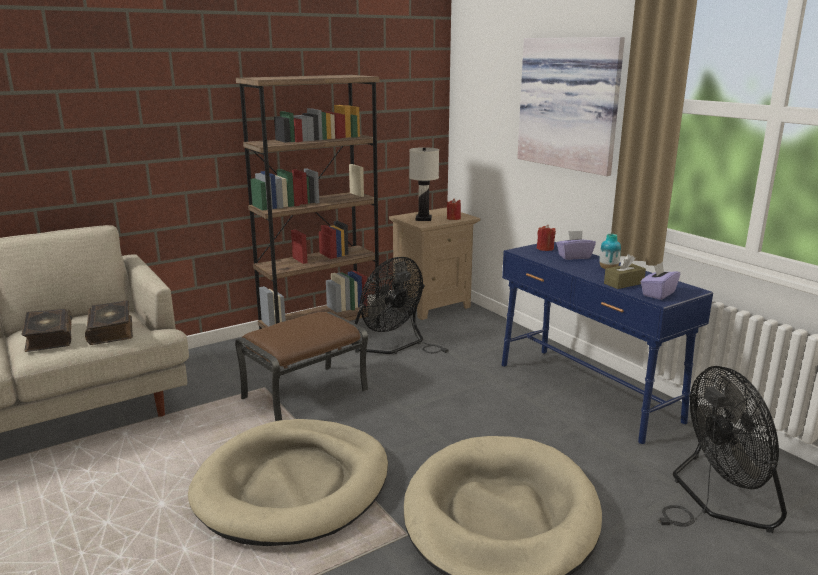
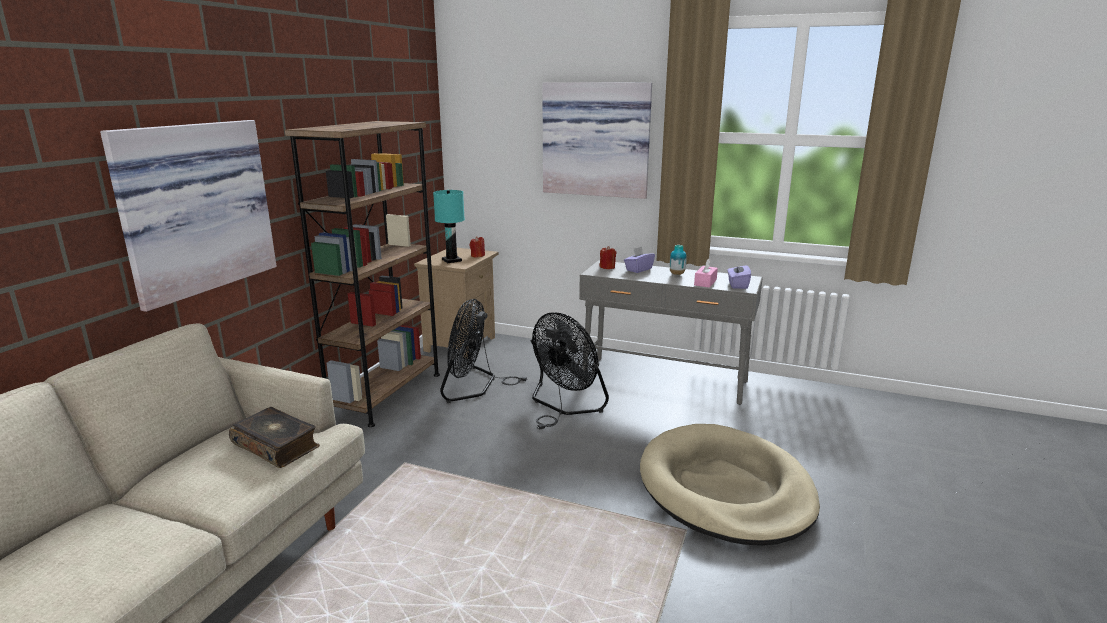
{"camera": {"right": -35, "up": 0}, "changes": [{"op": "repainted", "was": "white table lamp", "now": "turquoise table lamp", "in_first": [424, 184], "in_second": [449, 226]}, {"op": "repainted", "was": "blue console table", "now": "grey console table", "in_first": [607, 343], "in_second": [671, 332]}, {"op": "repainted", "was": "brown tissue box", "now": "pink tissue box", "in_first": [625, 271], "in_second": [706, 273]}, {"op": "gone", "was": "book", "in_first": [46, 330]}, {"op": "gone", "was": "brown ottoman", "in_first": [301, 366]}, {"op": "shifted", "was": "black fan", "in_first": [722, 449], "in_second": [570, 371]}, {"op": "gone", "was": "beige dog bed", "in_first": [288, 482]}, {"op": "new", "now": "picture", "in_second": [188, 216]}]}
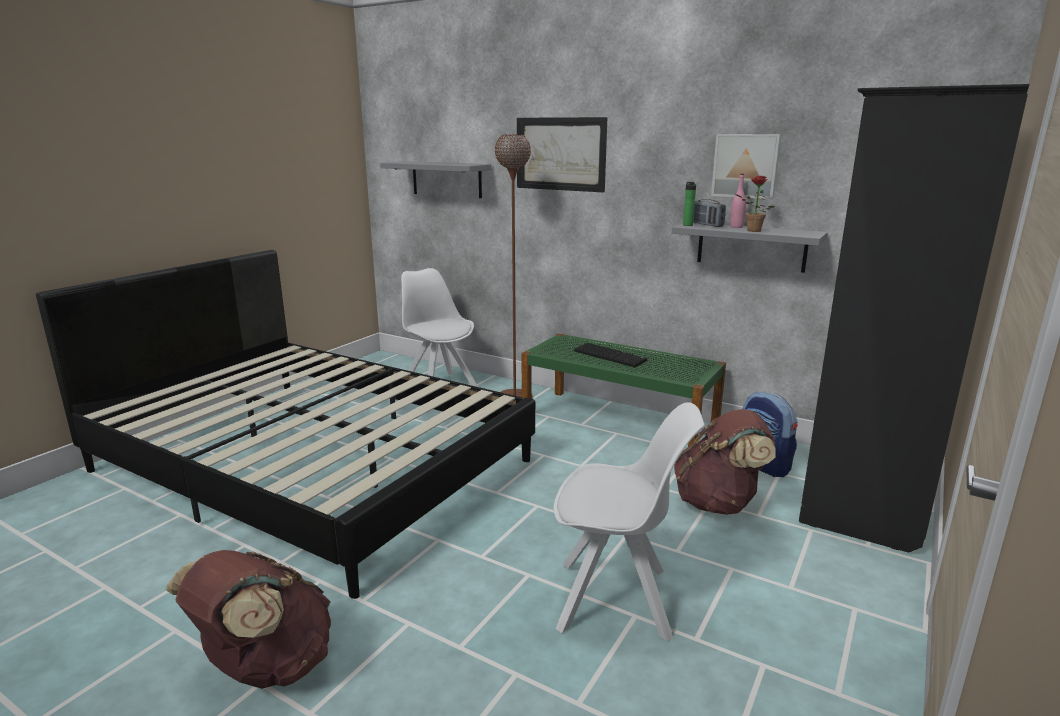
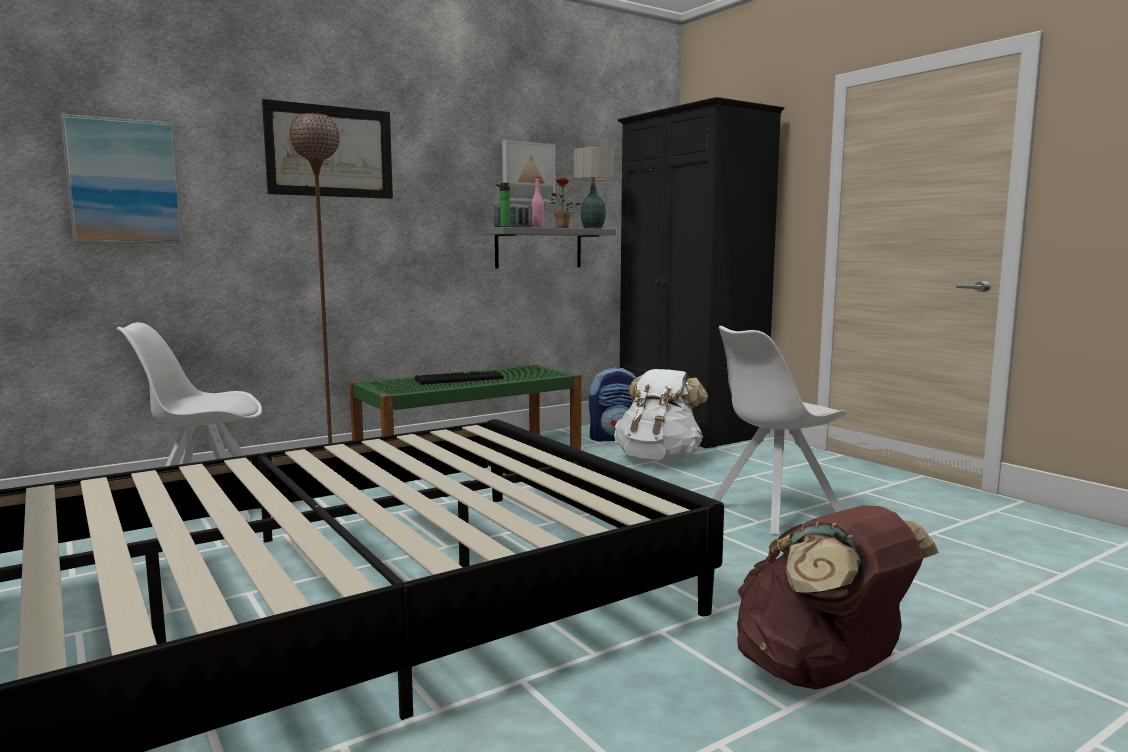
{"camera": {"right": -65, "up": -10}, "changes": [{"op": "swapped", "was": "grey shelf", "now": "picture", "in_first": [436, 179], "in_second": [121, 178]}, {"op": "rotated", "was": "white chair", "in_first": [629, 521], "in_second": [779, 430], "clockwise": -150}, {"op": "repainted", "was": "brown backpack", "now": "white backpack", "in_first": [725, 462], "in_second": [661, 415]}, {"op": "new", "now": "table lamp", "in_second": [594, 188]}]}
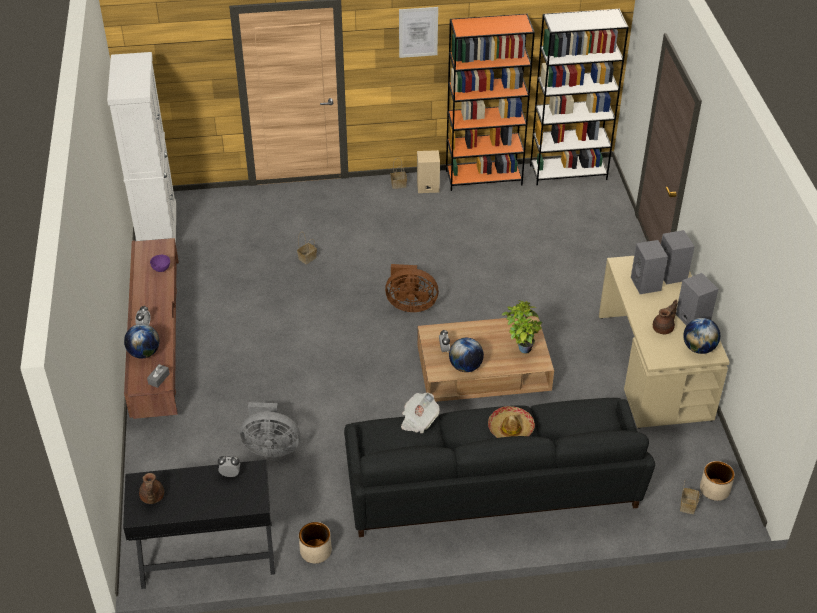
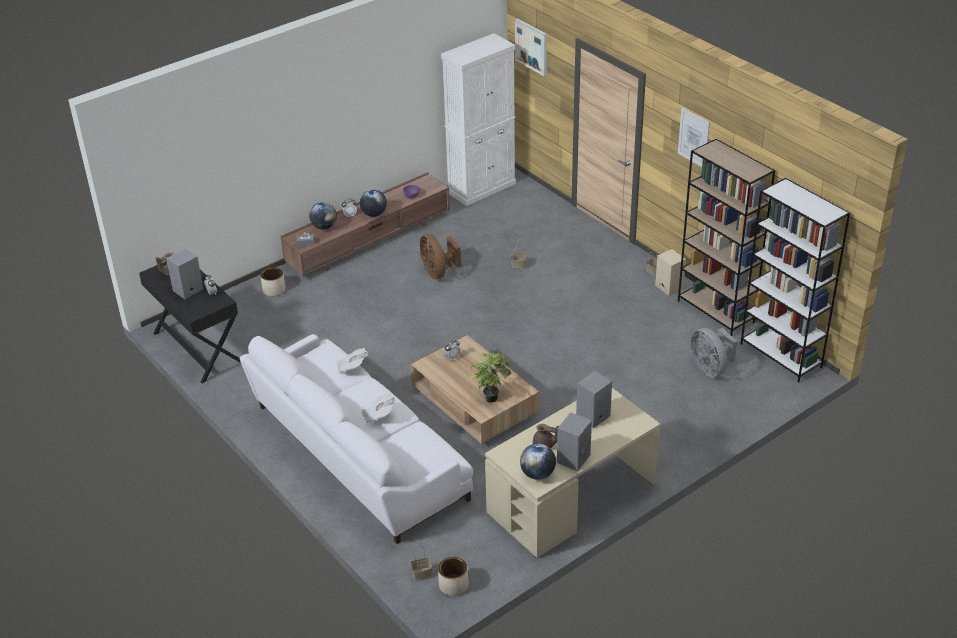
{"camera": {"right": 60, "up": -5}, "changes": [{"op": "repainted", "was": "orange bookcase", "now": "beige bookcase", "in_first": [490, 102], "in_second": [726, 237]}, {"op": "shifted", "was": "grey speaker", "in_first": [678, 257], "in_second": [184, 273]}, {"op": "shifted", "was": "brown fan", "in_first": [412, 288], "in_second": [440, 256]}, {"op": "shifted", "was": "globe", "in_first": [466, 355], "in_second": [373, 203]}, {"op": "repainted", "was": "black sofa", "now": "white sofa", "in_first": [499, 467], "in_second": [356, 439]}, {"op": "shifted", "was": "grey fan", "in_first": [270, 429], "in_second": [714, 352]}, {"op": "swapped", "was": "hat", "now": "newspaper", "in_first": [511, 422], "in_second": [378, 408]}, {"op": "shifted", "was": "beige planter", "in_first": [315, 542], "in_second": [273, 281]}, {"op": "new", "now": "picture", "in_second": [531, 47]}]}
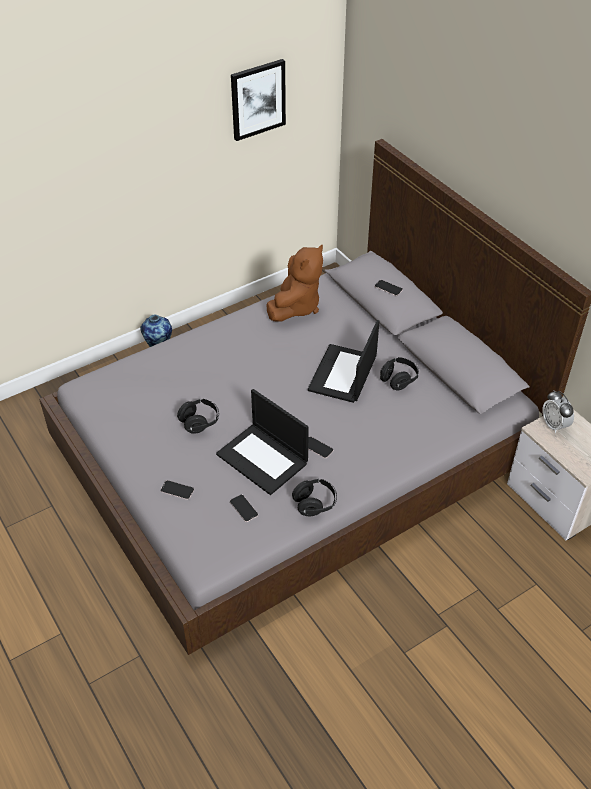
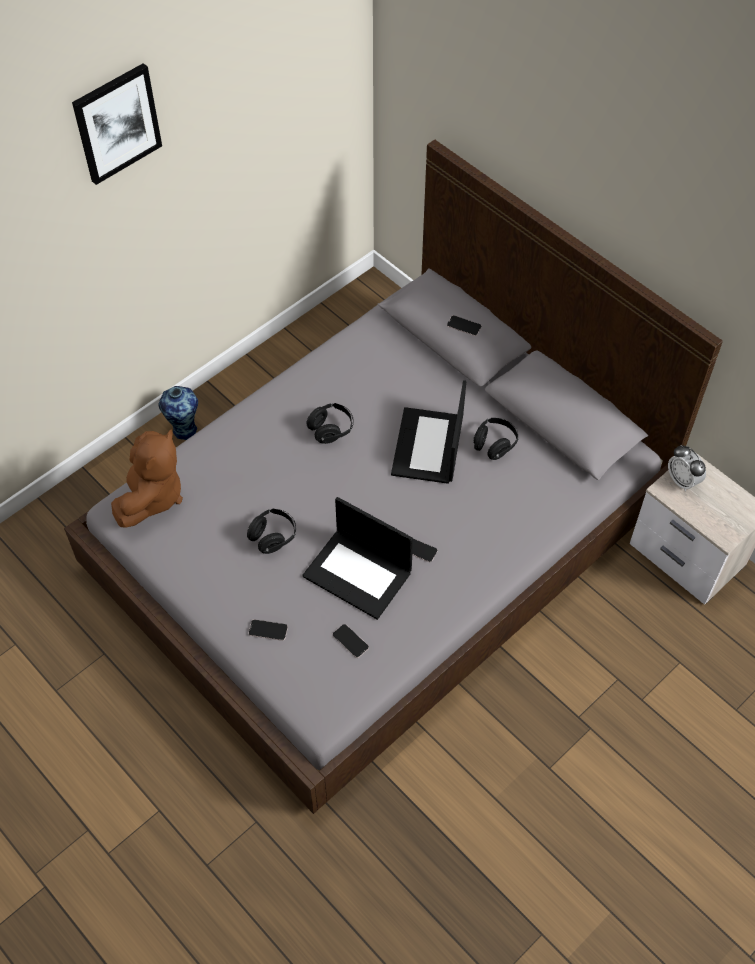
{"camera": {"right": -10, "up": 10}, "changes": [{"op": "shifted", "was": "picture", "in_first": [258, 100], "in_second": [117, 124]}, {"op": "shifted", "was": "brown plush toy", "in_first": [295, 283], "in_second": [147, 478]}, {"op": "shifted", "was": "black headphones", "in_first": [314, 497], "in_second": [330, 423]}]}
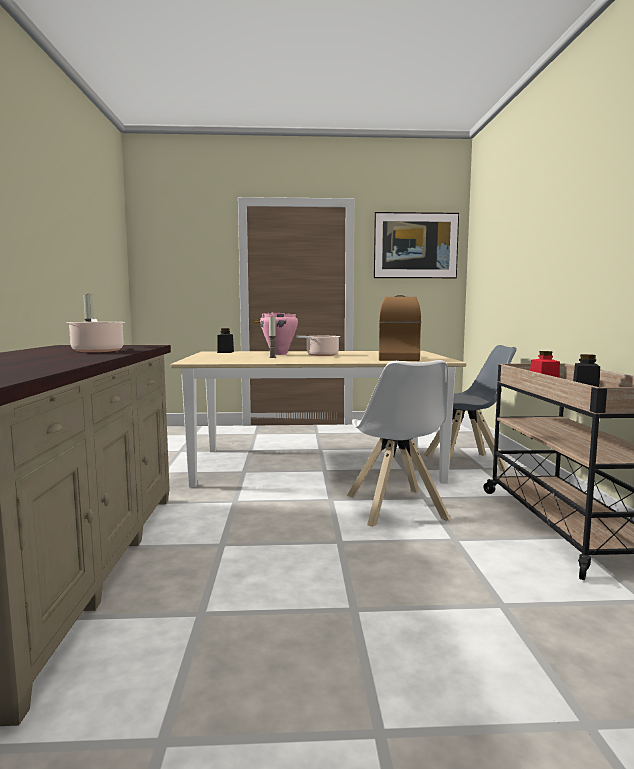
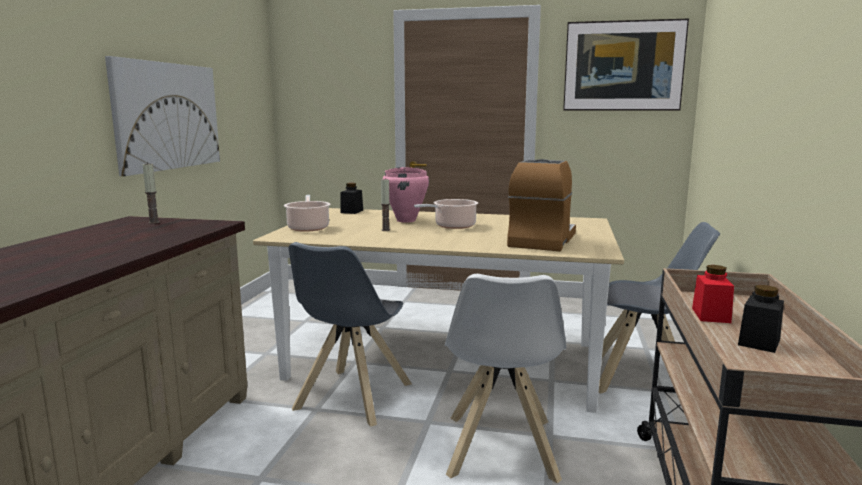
{"camera": {"right": 15, "up": 5}, "changes": [{"op": "shifted", "was": "cooking pot", "in_first": [95, 335], "in_second": [307, 213]}, {"op": "new", "now": "picture", "in_second": [162, 116]}, {"op": "new", "now": "grey chair", "in_second": [350, 334]}]}
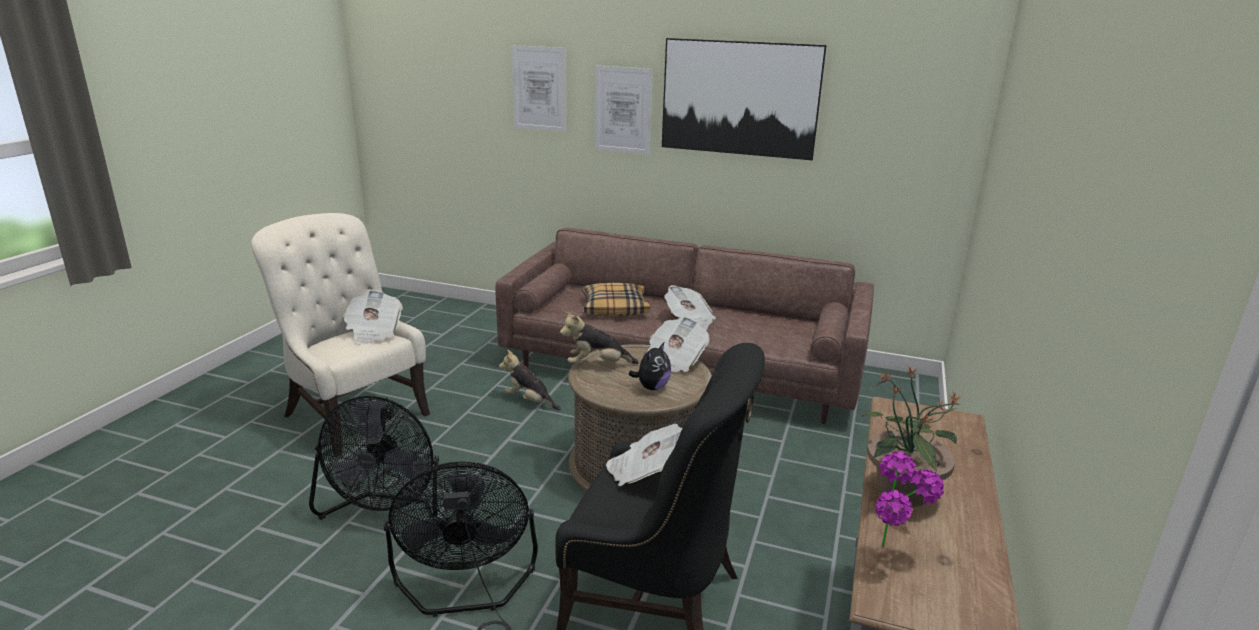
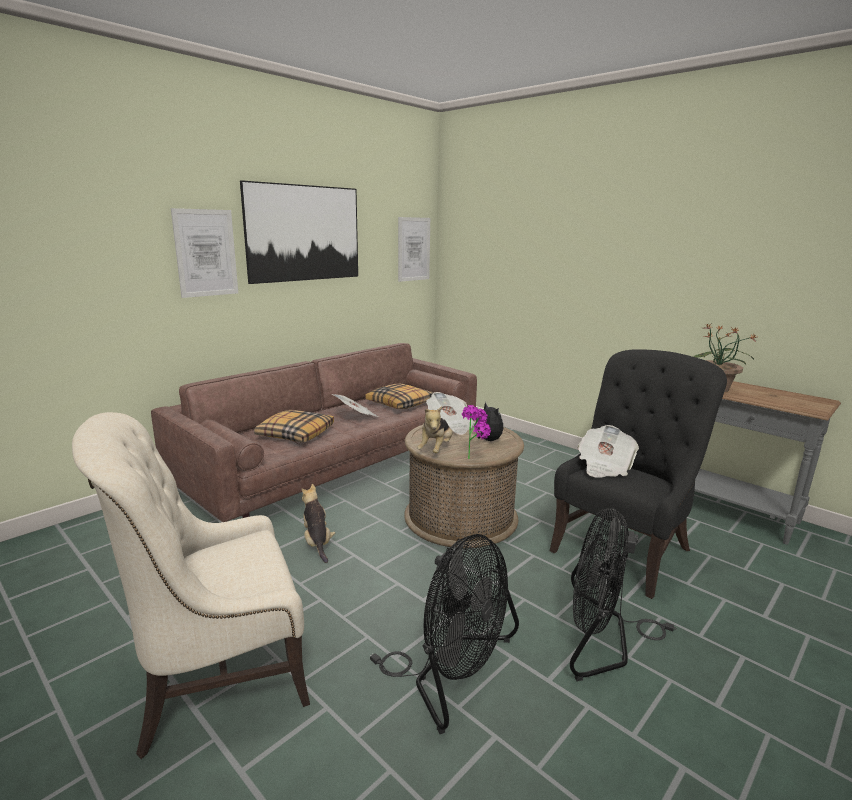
{"camera": {"right": -65, "up": -5}, "changes": [{"op": "shifted", "was": "picture", "in_first": [538, 88], "in_second": [414, 249]}, {"op": "gone", "was": "newspaper", "in_first": [373, 317]}, {"op": "rotated", "was": "plush toy", "in_first": [530, 380], "in_second": [318, 523], "clockwise": 105}, {"op": "shifted", "was": "potted plant", "in_first": [909, 498], "in_second": [476, 432]}, {"op": "new", "now": "pillow", "in_second": [399, 396]}]}
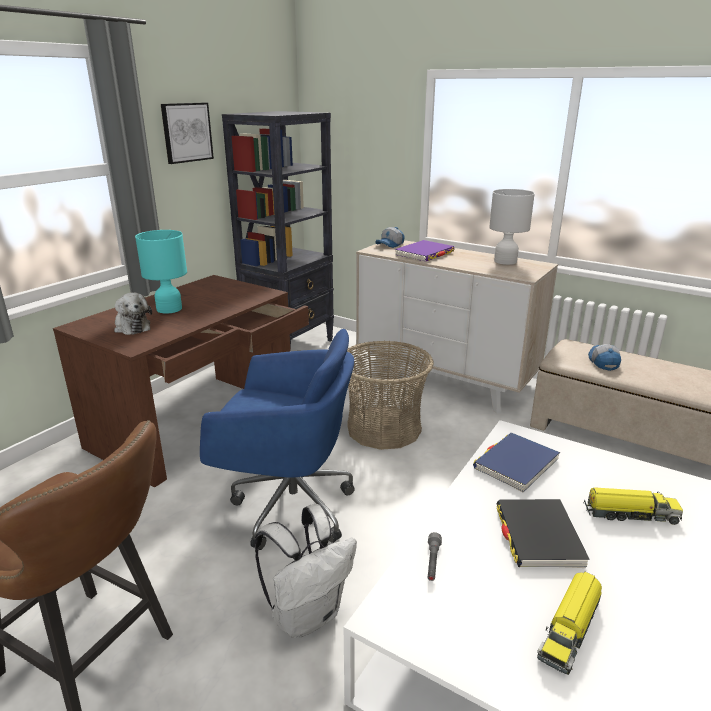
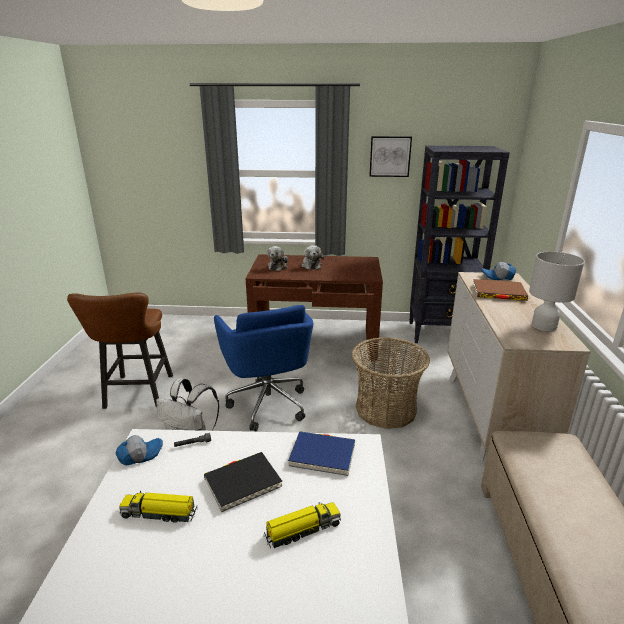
{"camera": {"right": 60, "up": 0}, "changes": [{"op": "swapped", "was": "turquoise table lamp", "now": "plush toy", "in_first": [161, 272], "in_second": [312, 257]}, {"op": "repainted", "was": "purple book", "now": "brown book", "in_first": [425, 250], "in_second": [500, 290]}, {"op": "shifted", "was": "cap", "in_first": [604, 357], "in_second": [139, 450]}, {"op": "rotated", "was": "toy truck", "in_first": [633, 506], "in_second": [302, 525], "clockwise": -90}]}
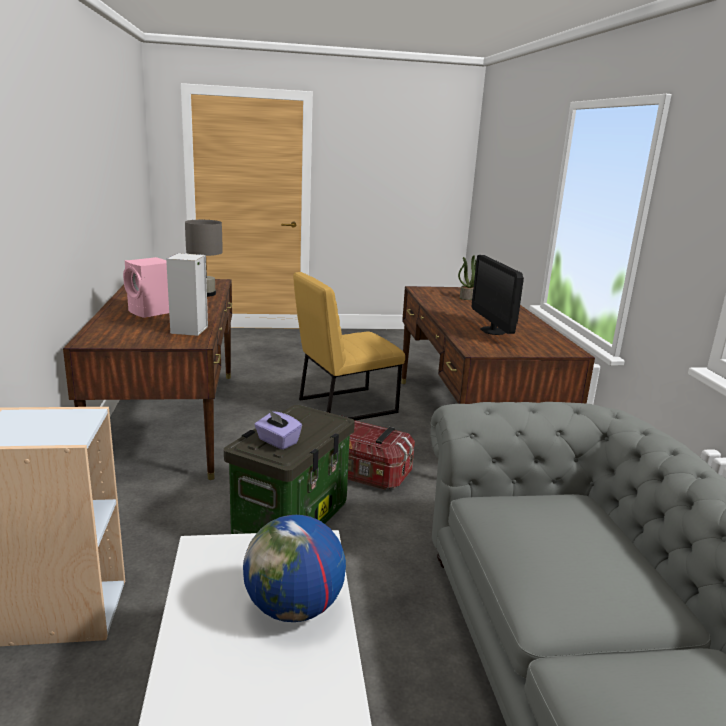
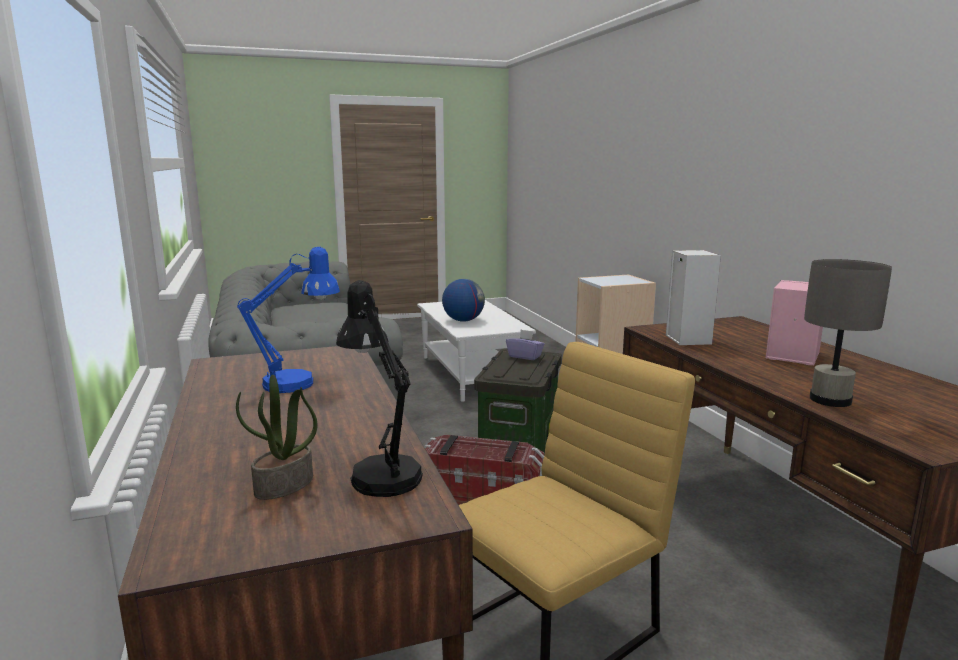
{"camera": {"right": 170, "up": -5}, "changes": [{"op": "swapped", "was": "monitor", "now": "blue table lamp", "in_first": [498, 295], "in_second": [288, 320]}, {"op": "new", "now": "black table lamp", "in_second": [379, 388]}]}
